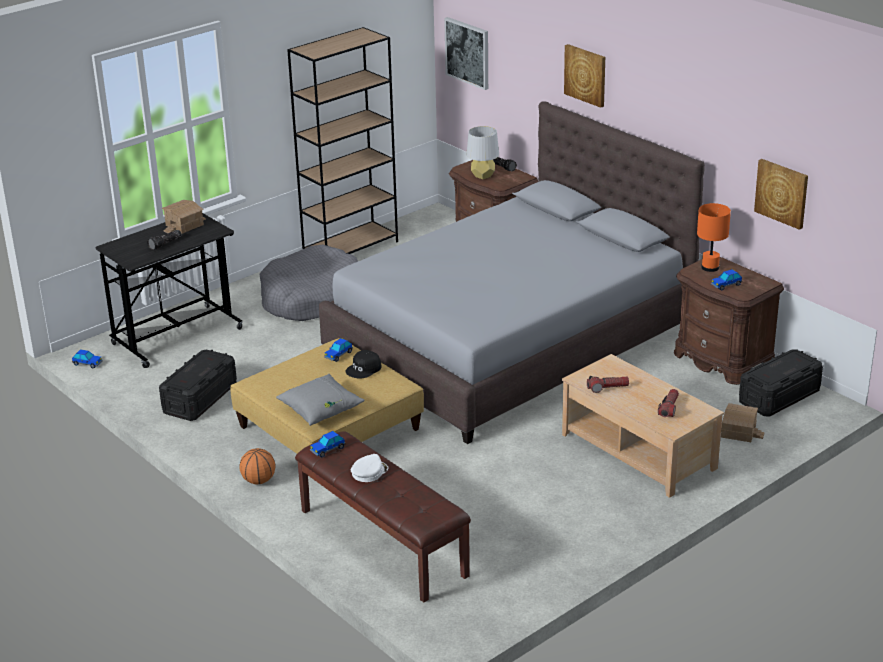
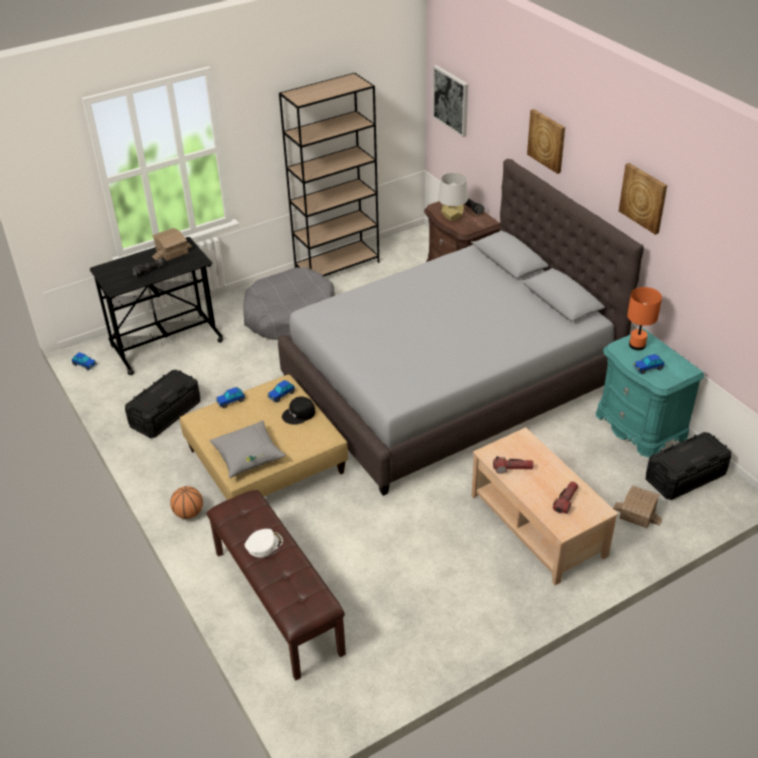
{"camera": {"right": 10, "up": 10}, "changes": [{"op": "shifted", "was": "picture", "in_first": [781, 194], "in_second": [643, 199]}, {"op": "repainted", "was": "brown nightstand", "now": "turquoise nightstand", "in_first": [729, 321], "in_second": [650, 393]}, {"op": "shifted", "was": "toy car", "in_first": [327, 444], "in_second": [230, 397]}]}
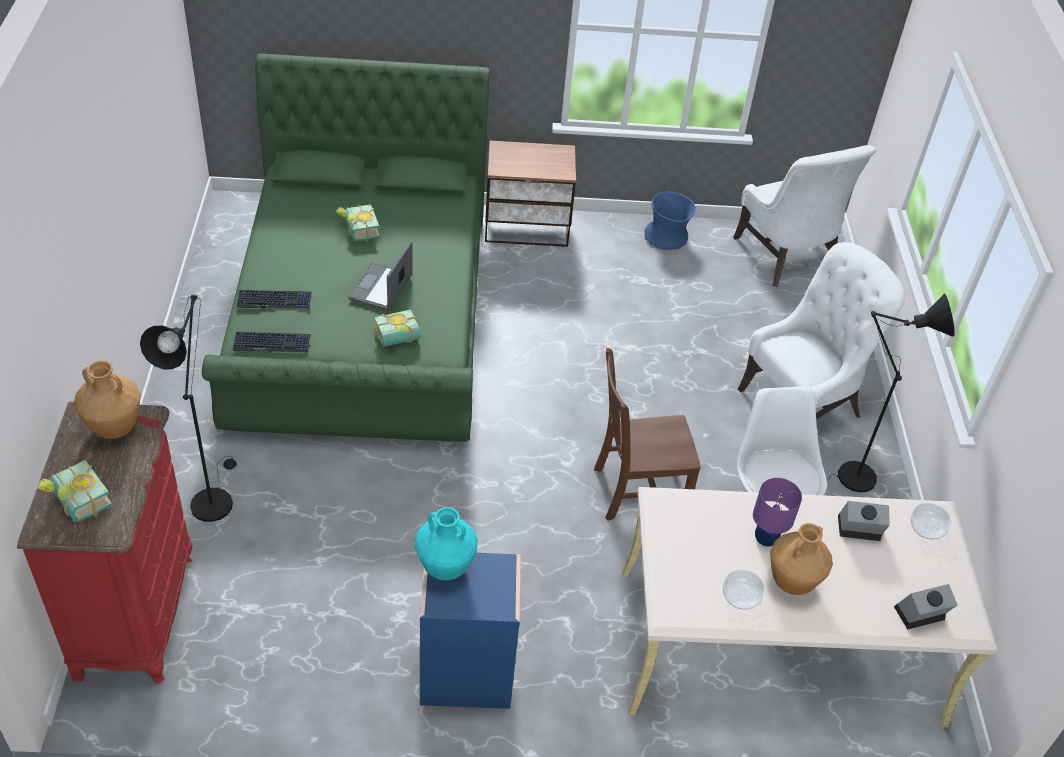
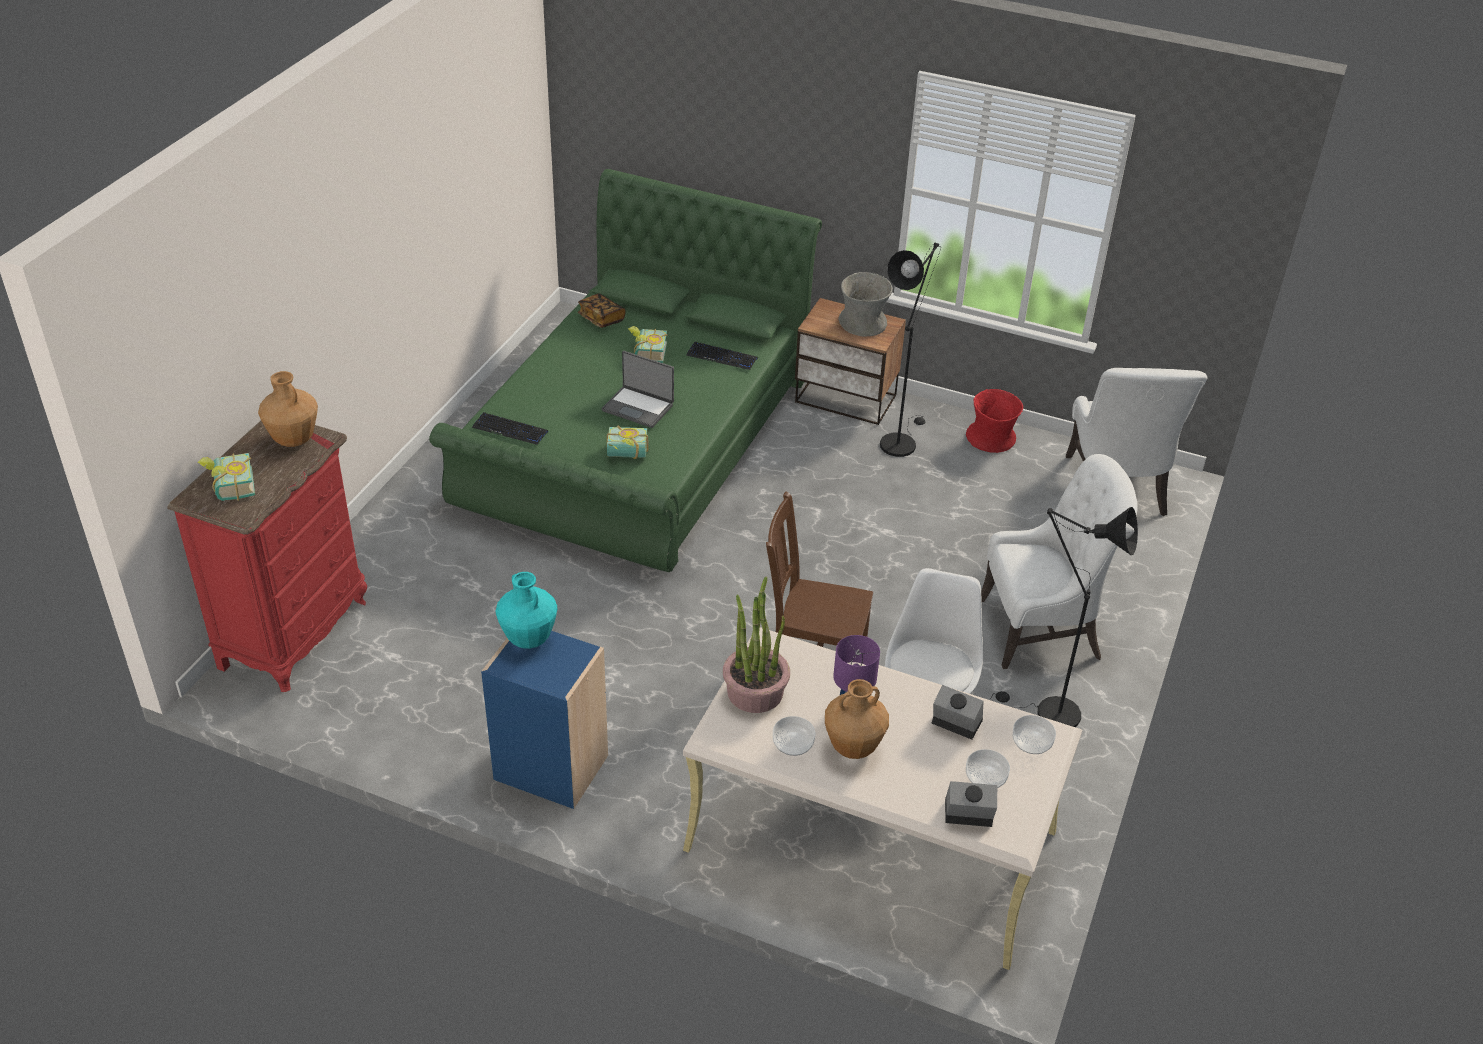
{"camera": {"right": 25, "up": -5}, "changes": [{"op": "repainted", "was": "blue vase", "now": "red vase", "in_first": [670, 220], "in_second": [994, 421]}, {"op": "rotated", "was": "laptop", "in_first": [380, 276], "in_second": [638, 389], "clockwise": -105}, {"op": "shifted", "was": "keyboard", "in_first": [274, 299], "in_second": [722, 356]}, {"op": "shifted", "was": "black floor lamp", "in_first": [188, 408], "in_second": [910, 350]}, {"op": "new", "now": "grey vase", "in_second": [865, 304]}, {"op": "new", "now": "book", "in_second": [602, 310]}, {"op": "new", "now": "potted plant", "in_second": [756, 645]}, {"op": "new", "now": "bowl", "in_second": [988, 768]}]}
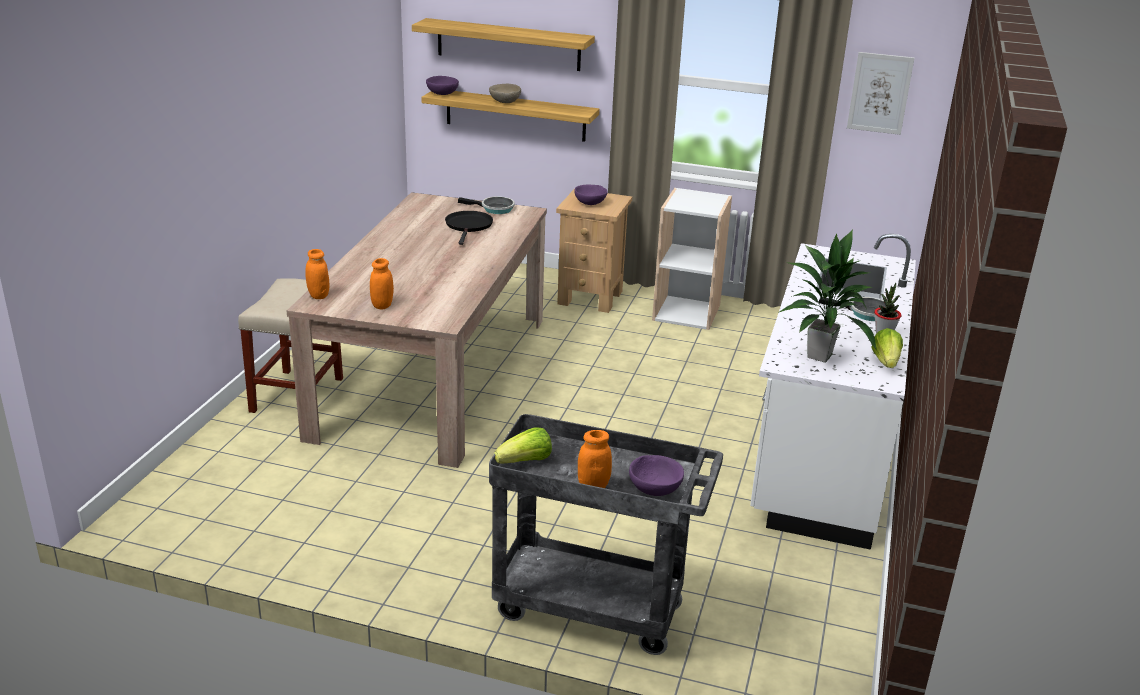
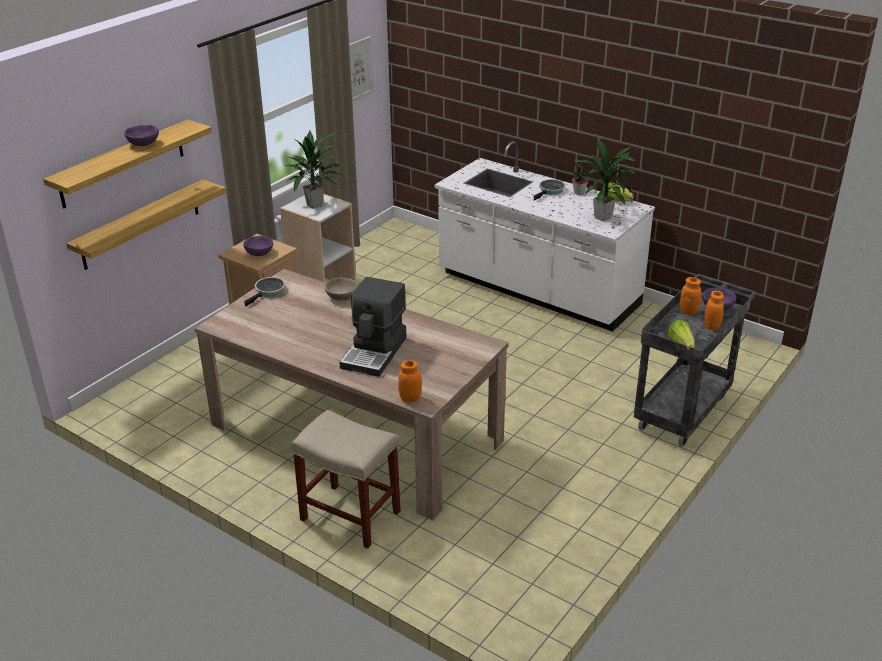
{"camera": {"right": -70, "up": 5}, "changes": [{"op": "shifted", "was": "purple bowl", "in_first": [442, 85], "in_second": [142, 135]}, {"op": "shifted", "was": "beige bowl", "in_first": [505, 93], "in_second": [341, 289]}, {"op": "gone", "was": "black frying pan", "in_first": [469, 228]}, {"op": "shifted", "was": "orange jar", "in_first": [382, 284], "in_second": [690, 296]}, {"op": "new", "now": "potted plant", "in_second": [314, 170]}, {"op": "new", "now": "coffee machine", "in_second": [372, 327]}]}
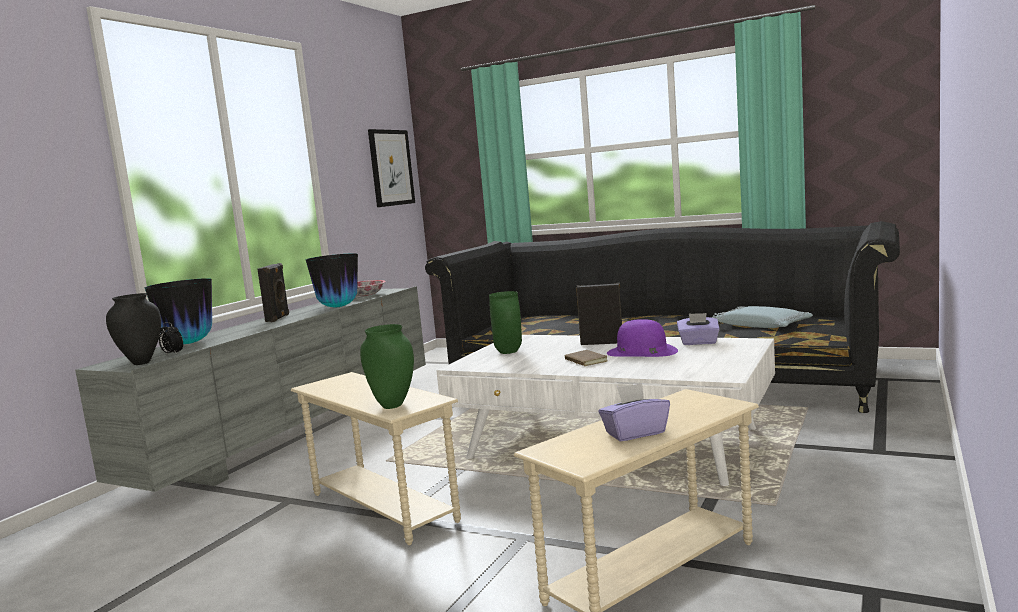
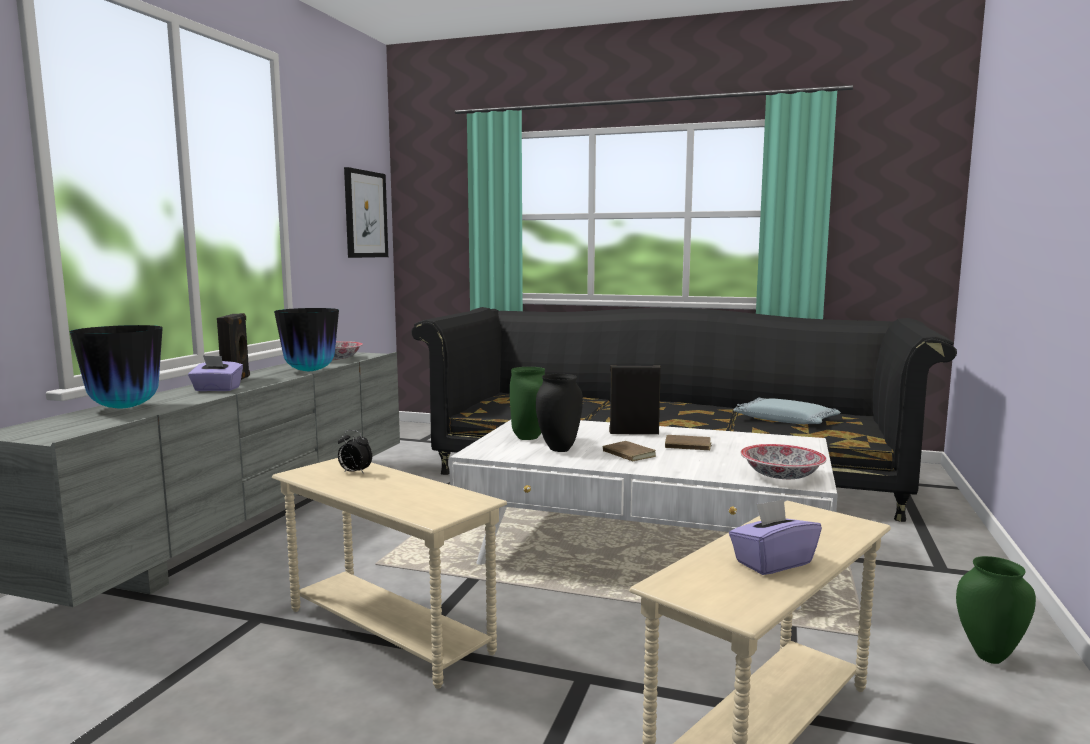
{"camera": {"right": -10, "up": 0}, "changes": [{"op": "shifted", "was": "black vase", "in_first": [133, 329], "in_second": [559, 413]}, {"op": "shifted", "was": "purple tissue box", "in_first": [698, 329], "in_second": [215, 373]}, {"op": "swapped", "was": "purple hat", "now": "brown book", "in_first": [642, 338], "in_second": [688, 442]}, {"op": "shifted", "was": "alarm clock", "in_first": [171, 338], "in_second": [355, 452]}, {"op": "shifted", "was": "green vase", "in_first": [387, 366], "in_second": [996, 610]}, {"op": "new", "now": "bowl", "in_second": [783, 461]}]}
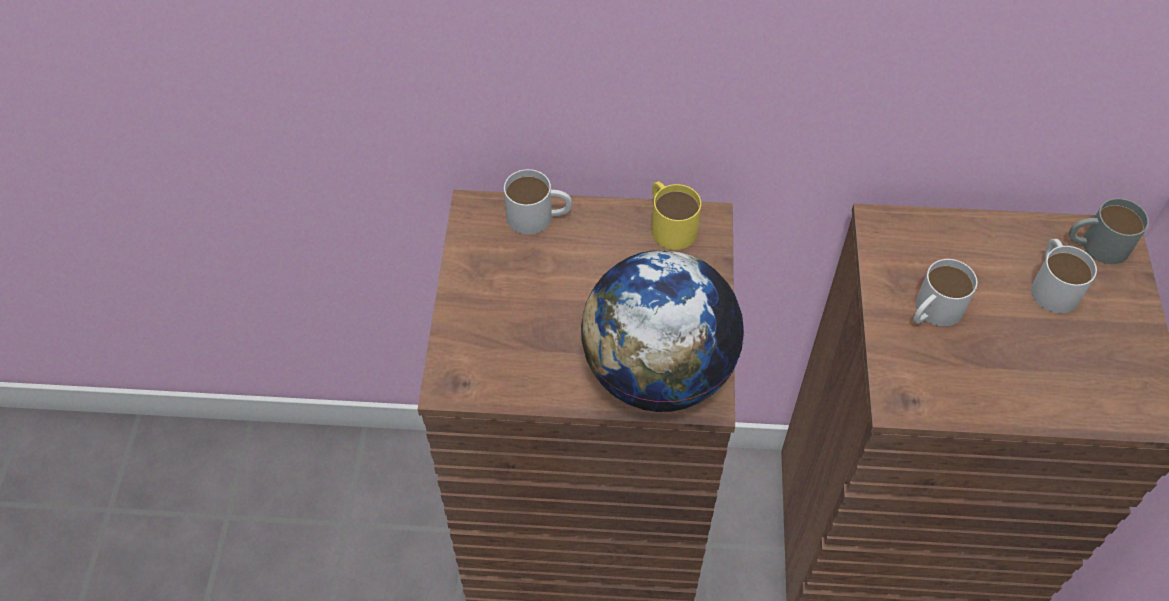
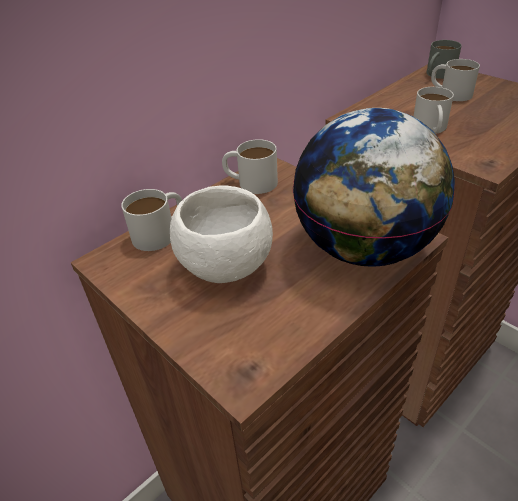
{"camera": {"right": -45, "up": -15}, "changes": [{"op": "repainted", "was": "yellow mug", "now": "white mug", "in_first": [676, 215], "in_second": [250, 166]}, {"op": "new", "now": "white bowl", "in_second": [221, 234]}]}
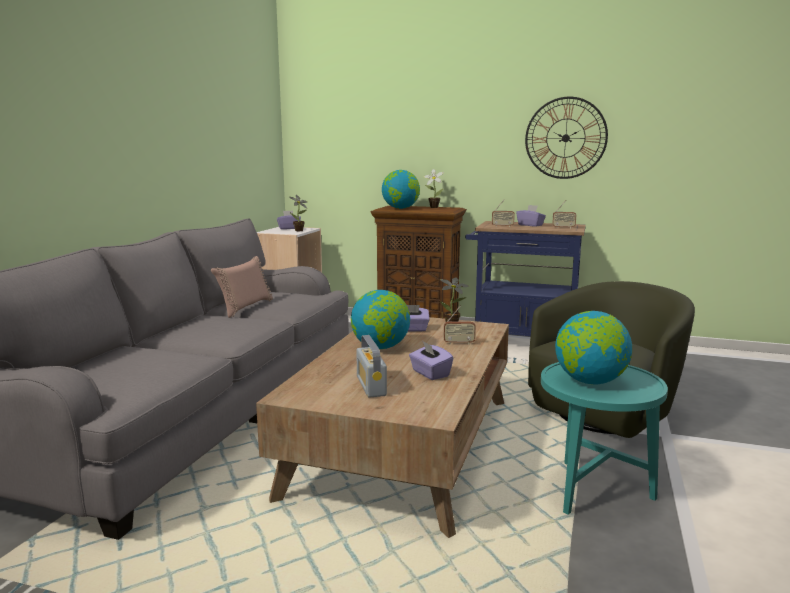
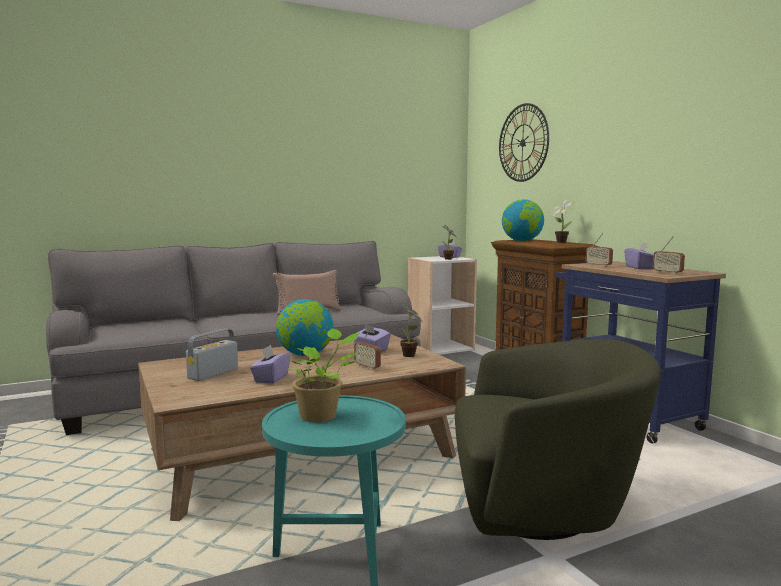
{"camera": {"right": 45, "up": -5}, "changes": [{"op": "shifted", "was": "wall clock", "in_first": [566, 138], "in_second": [524, 142]}, {"op": "swapped", "was": "globe", "now": "potted plant", "in_first": [593, 348], "in_second": [326, 375]}]}
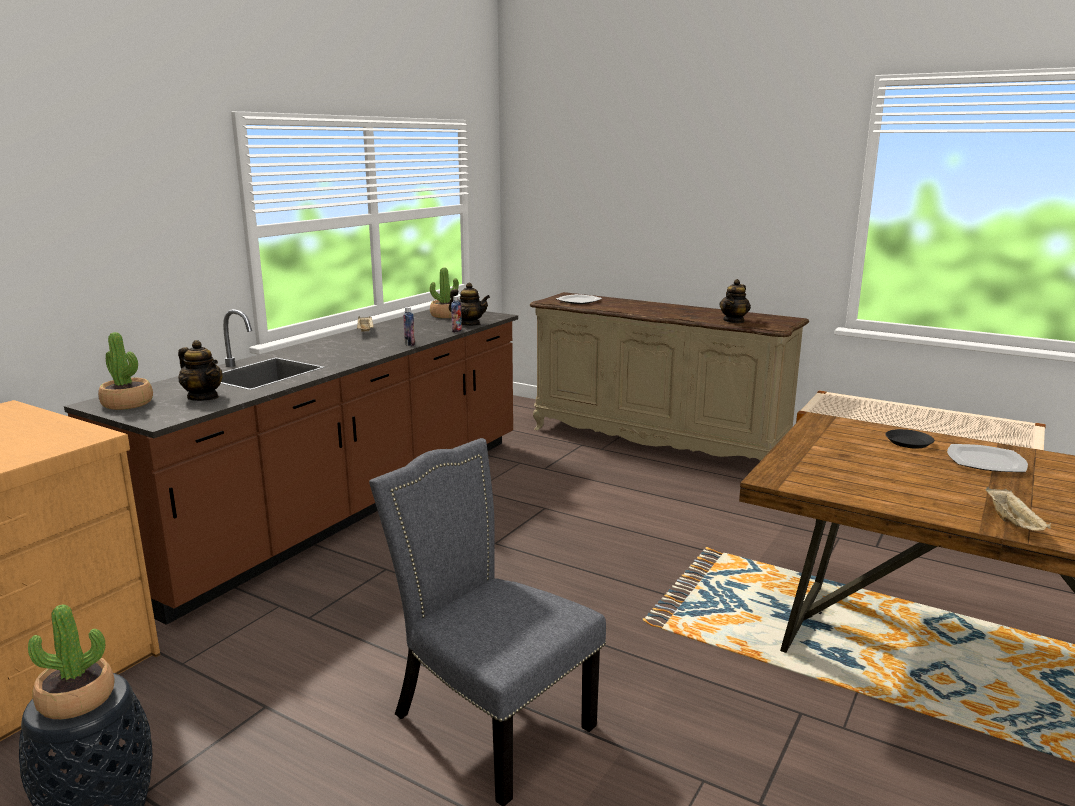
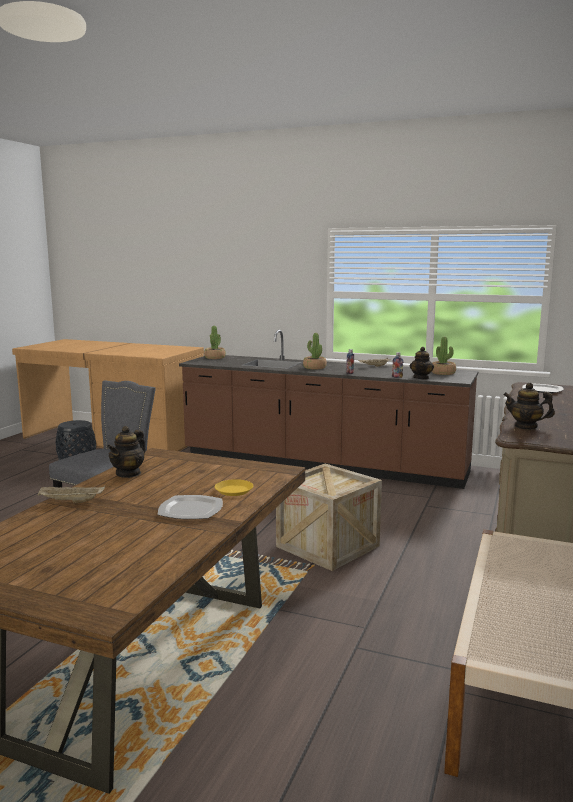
{"camera": {"right": 80, "up": -5}, "changes": [{"op": "shifted", "was": "teapot", "in_first": [200, 370], "in_second": [126, 452]}, {"op": "repainted", "was": "black plate", "now": "yellow plate", "in_first": [909, 439], "in_second": [234, 487]}, {"op": "shifted", "was": "potted plant", "in_first": [71, 661], "in_second": [315, 351]}, {"op": "new", "now": "crate", "in_second": [329, 517]}]}
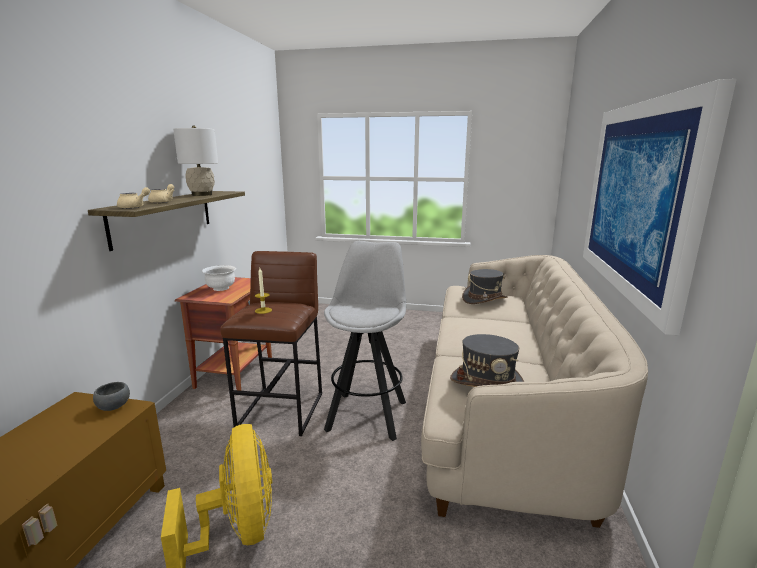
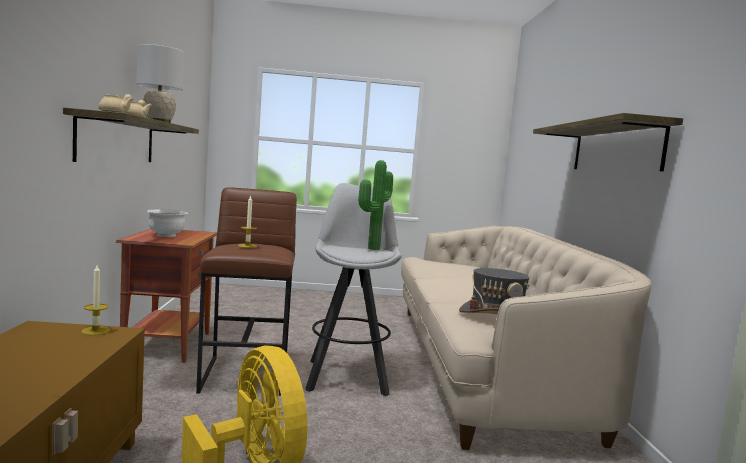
{"camera": {"right": -15, "up": -10}, "changes": [{"op": "swapped", "was": "picture", "now": "shelf", "in_first": [660, 207], "in_second": [608, 142]}, {"op": "gone", "was": "grey hat", "in_first": [485, 286]}, {"op": "swapped", "was": "grey bowl", "now": "candle", "in_first": [111, 396], "in_second": [95, 300]}, {"op": "new", "now": "potted plant", "in_second": [375, 205]}]}
